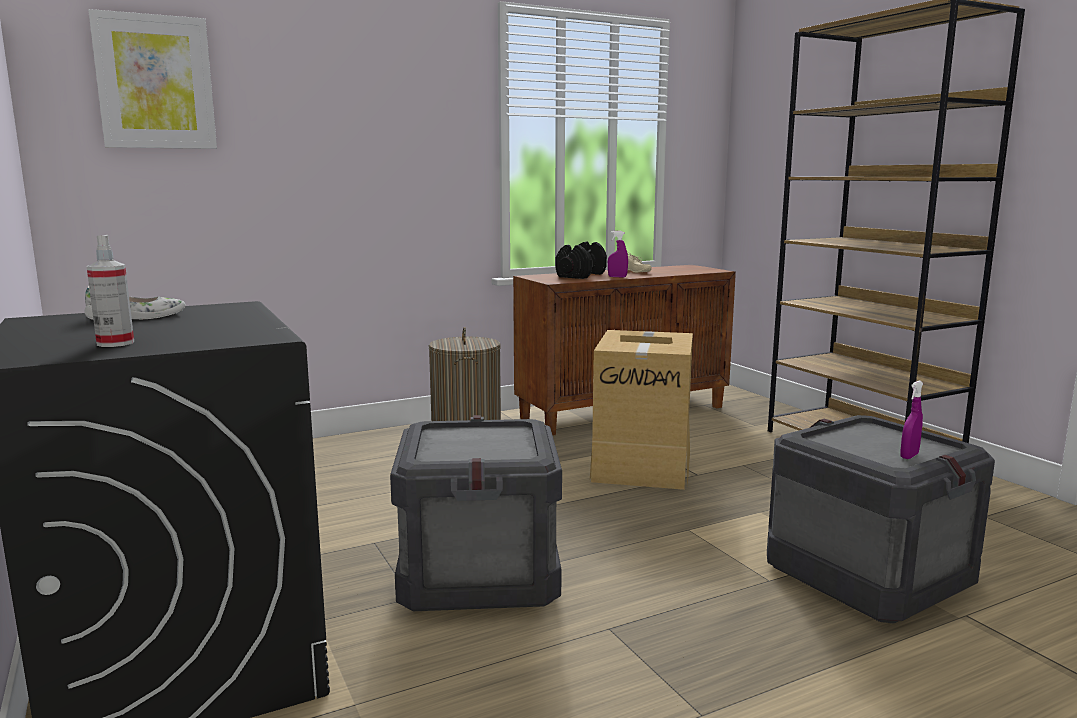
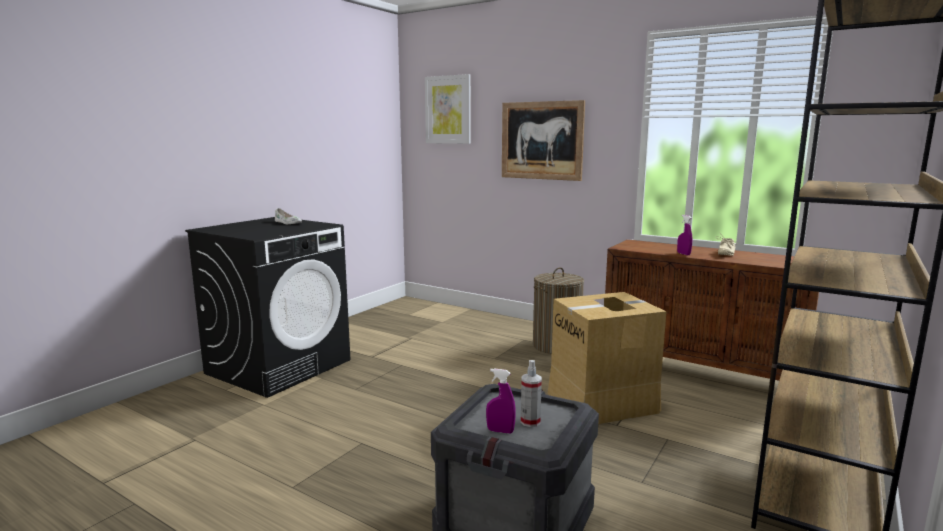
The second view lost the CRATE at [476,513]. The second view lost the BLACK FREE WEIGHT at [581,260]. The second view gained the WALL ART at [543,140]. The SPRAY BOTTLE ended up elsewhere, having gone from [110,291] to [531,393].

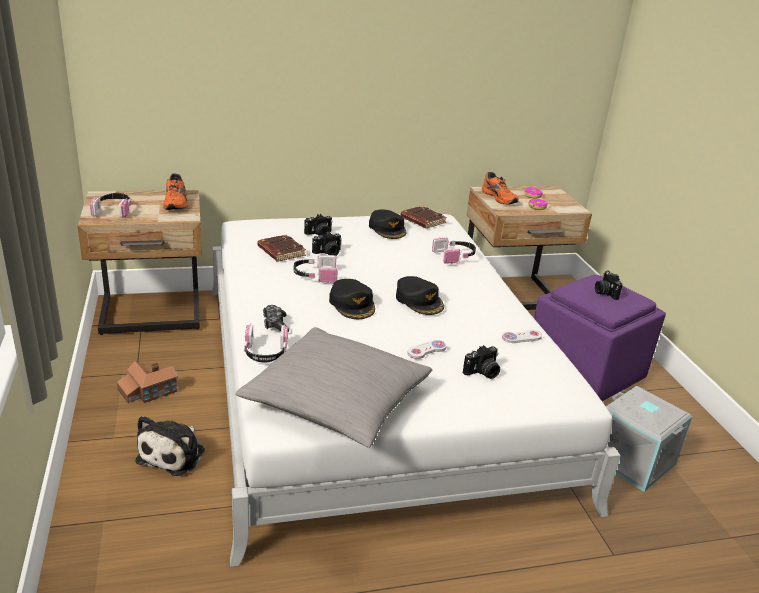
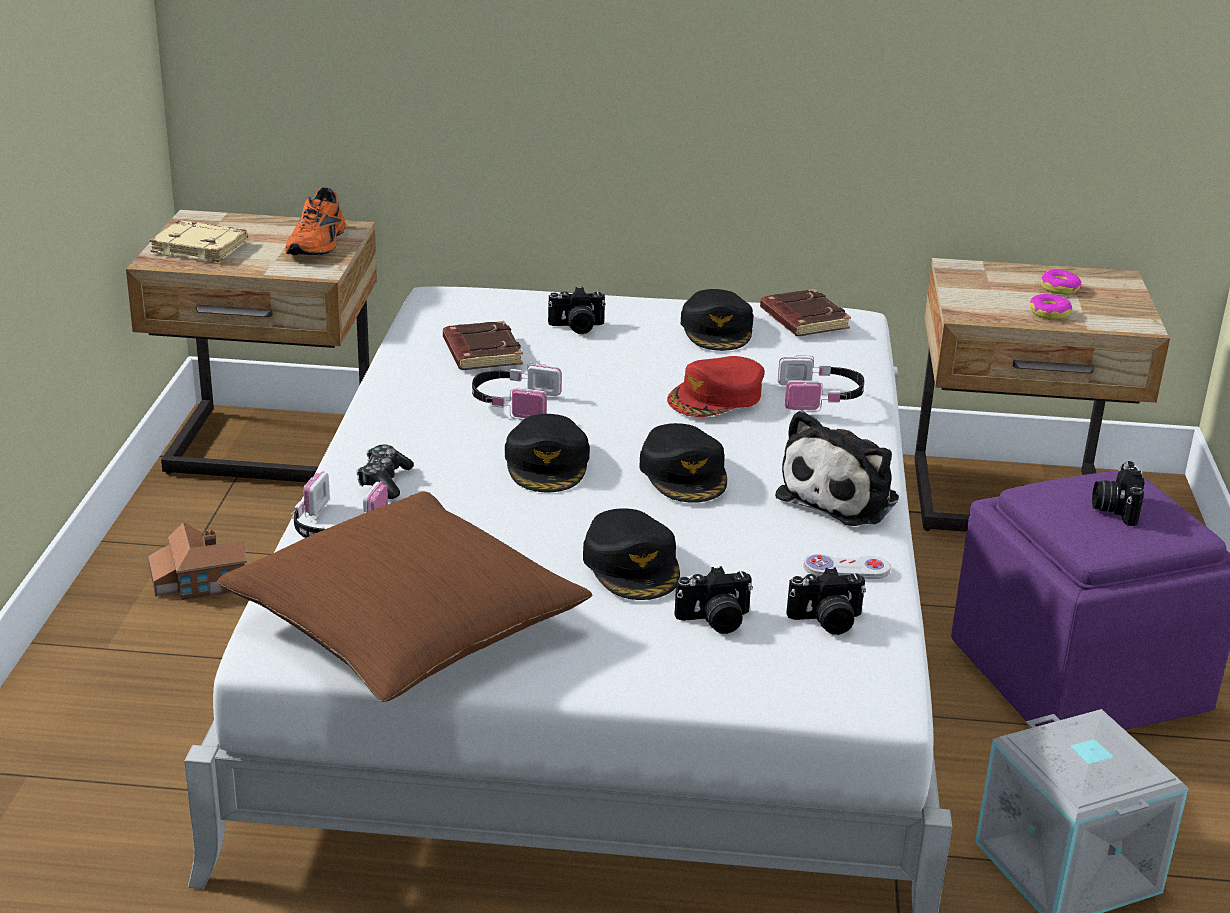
The second view lost the ORANGE LOW SHOE at [500,188]. The second view gained the REDDISH CAP at [716,386]. The PLUSH TOY ended up elsewhere, having gone from [170,446] to [837,468]. The STILL CAMERA ended up elsewhere, having gone from [327,244] to [826,601]. Where the HEADSET stood at [111,205], the SAND-COLOURED VOLUME came to stand at [199,241]. Where the WHITE GAMEPAD stood at [427,349], the BLACK CAP came to stand at [631,554]. What was the GREYISH CUSHION at [333,387] turned into the BROWNISH CUSHION at [405,596].

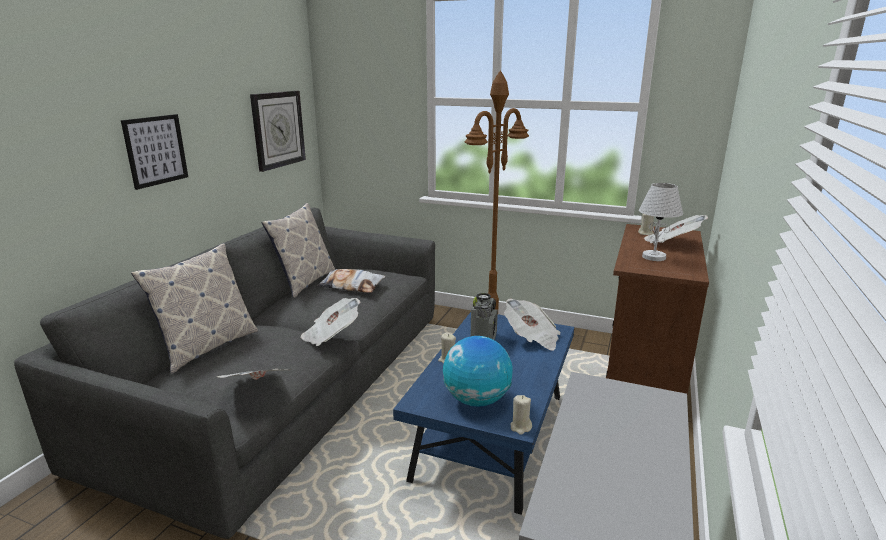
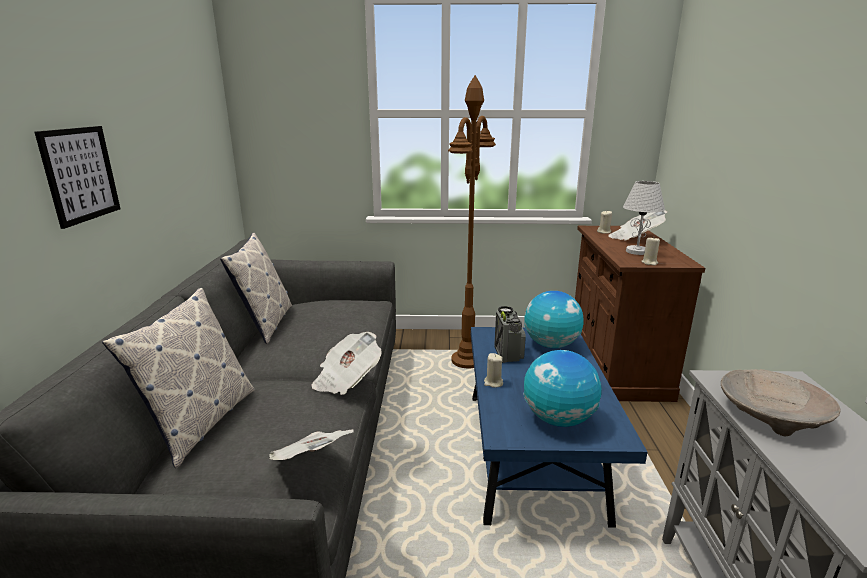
The second view lost the HANGING CLOCK at [278,131]. The second view lost the CUSHION at [351,281]. The second view gained the SAND-COLOURED SERVING BOWL at [781,402]. The SAND-COLOURED WAX LIGHT ended up elsewhere, having gone from [521,415] to [650,252]. Where the NEWSPAPER stood at [532,324], the DESK GLOBE came to stand at [553,320].

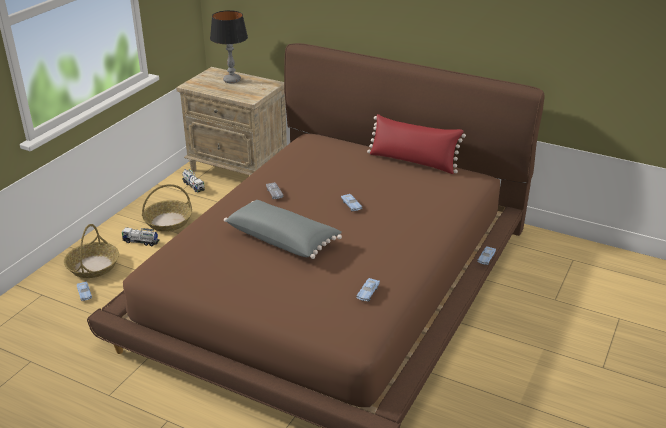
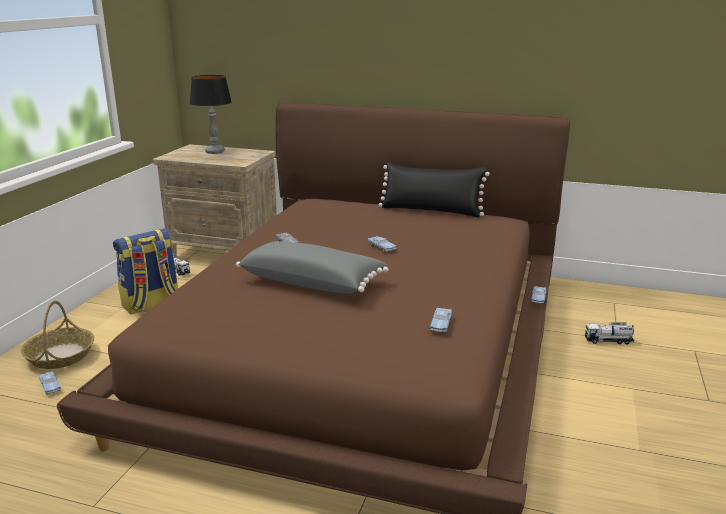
The TOY LORRY ended up elsewhere, having gone from [140,236] to [609,333]. Where the HOUSEHOLD BASKET stood at [167,208], the KNAPSACK came to stand at [145,271]. What was the REDDISH CUSHION at [416,144] turned into the BLACK CUSHION at [434,189].

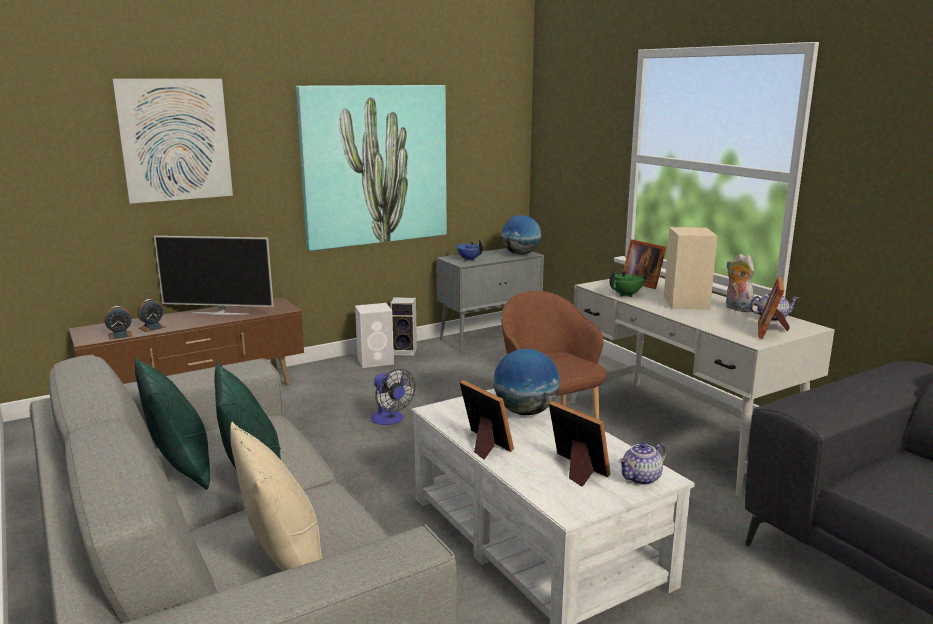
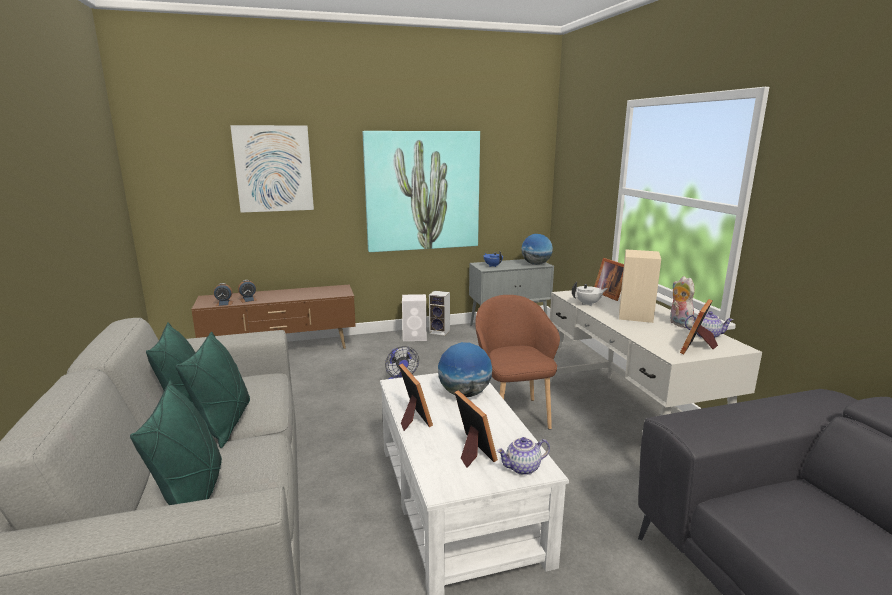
The second view lost the TELEVISION at [214,275]. What was the SAND-COLOURED CUSHION at [276,496] turned into the GREEN-COLOURED CUSHION at [176,442]. What was the GREEN-COLOURED TEA POT at [627,283] turned into the WHITE TEA POT at [589,294].

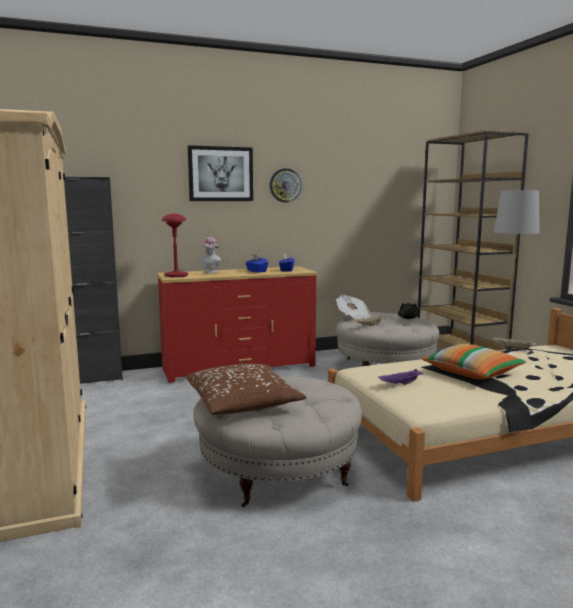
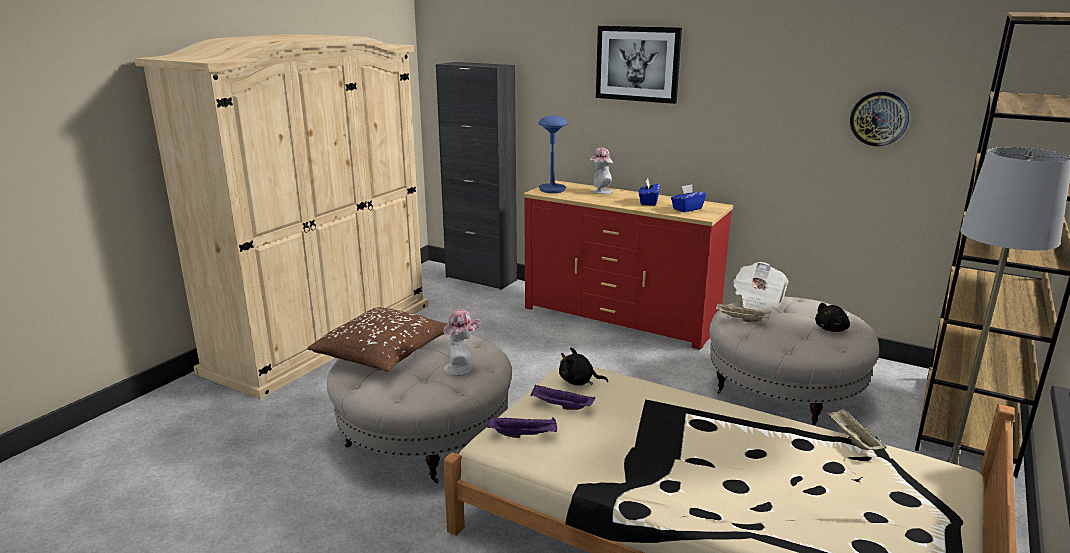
The second view lost the CUSHION at [474,362]. The second view gained the HAT at [461,342]. The second view gained the PURPLISH CARRYING TRAY at [522,427]. The second view gained the BLACK PLUSH TOY at [583,366]. The HANGING CLOCK ended up elsewhere, having gone from [285,185] to [880,119]. What was the REDDISH TABLE LAMP at [175,245] turned into the BLUE-COLOURED TABLE LAMP at [553,154].

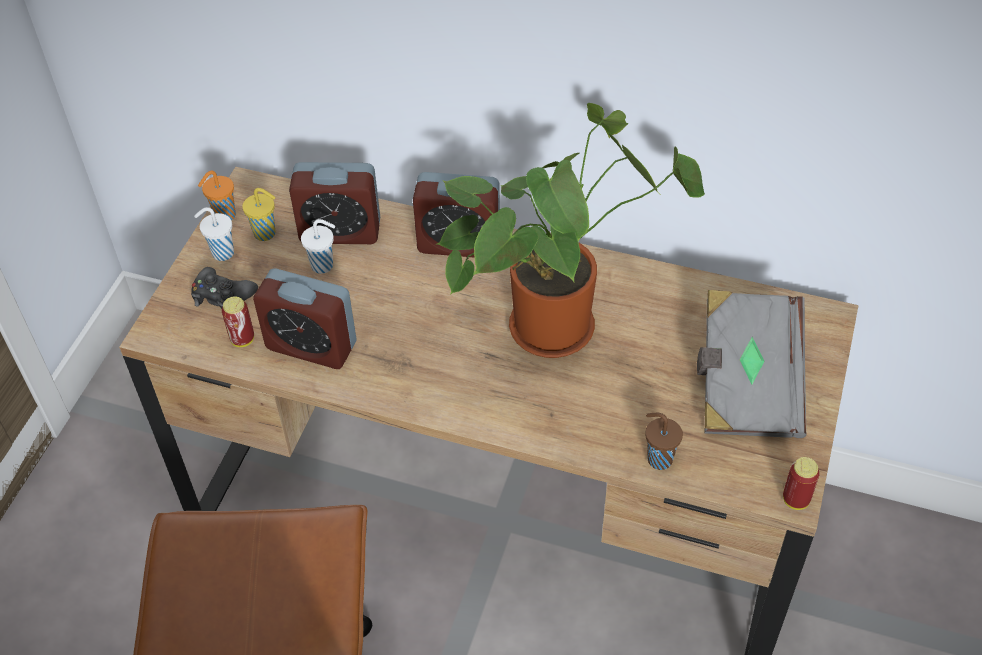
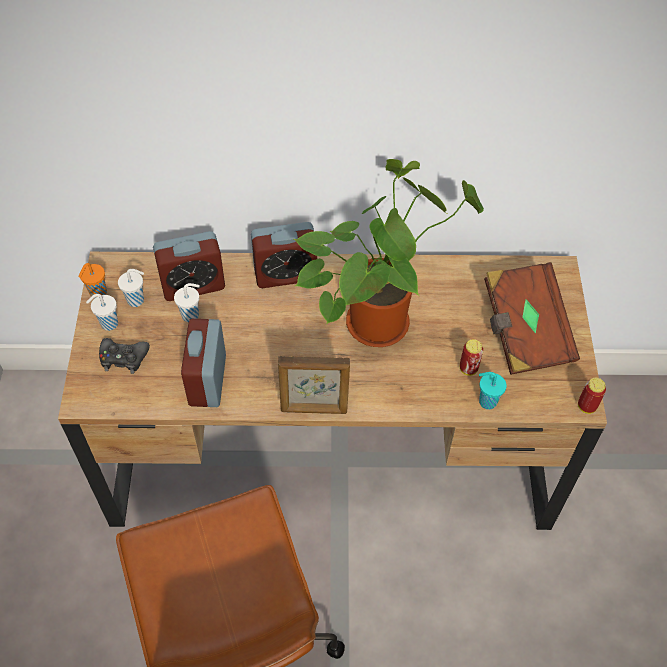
The second view gained the STANDING FRAME at [314,385]. The CAN ended up elsewhere, having gone from [238,322] to [471,357]. What was the YELLOW SMALL CUP at [259,214] turned into the WHITE SMALL CUP at [131,288]. What was the BROWNISH SMALL CUP at [664,441] turned into the TURQUOISE-COLOURED SMALL CUP at [493,390]. What was the GREYISH VOLUME at [751,364] turned into the BROWNISH VOLUME at [532,318]. The ALARM CLOCK at [304,318] ended up facing another way, 90 degrees clockwise from before.

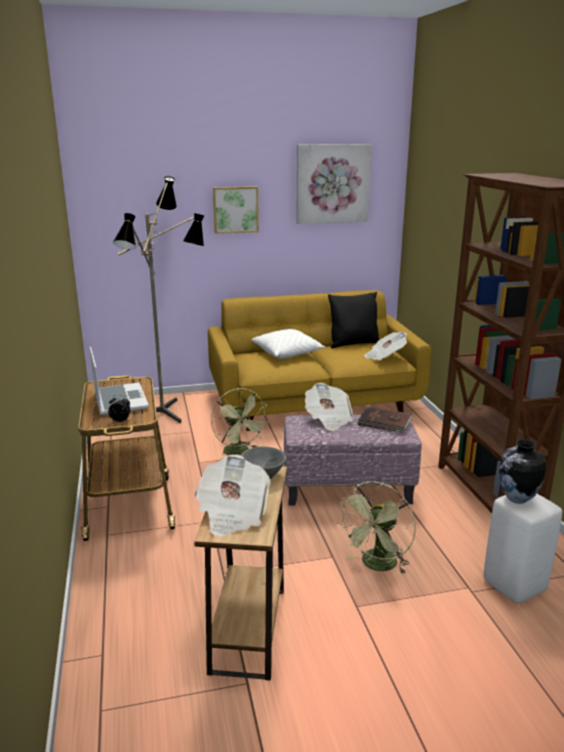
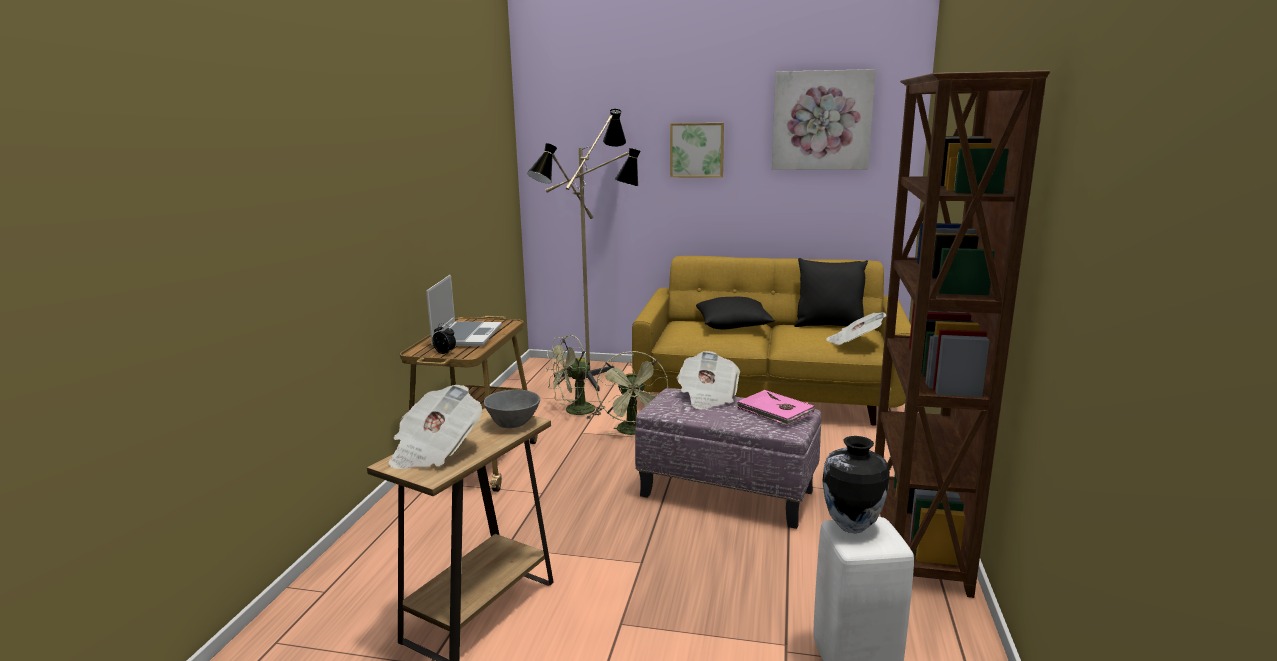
The GREEN-COLOURED FAN ended up elsewhere, having gone from [376,527] to [575,377]. What was the WHITE CUSHION at [288,344] turned into the BLACK CUSHION at [735,313]. What was the BROWNISH VOLUME at [384,420] turned into the PINK-COLOURED VOLUME at [775,408].

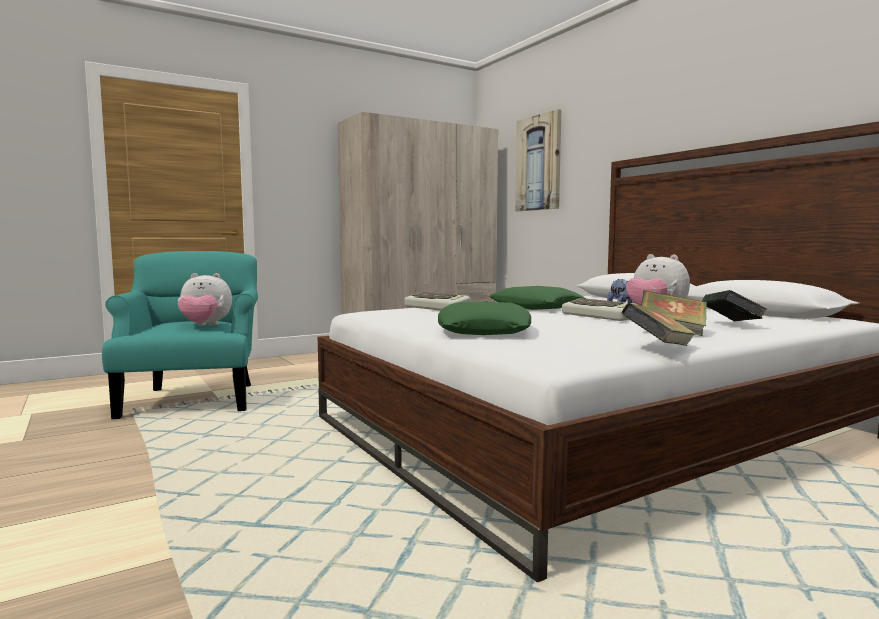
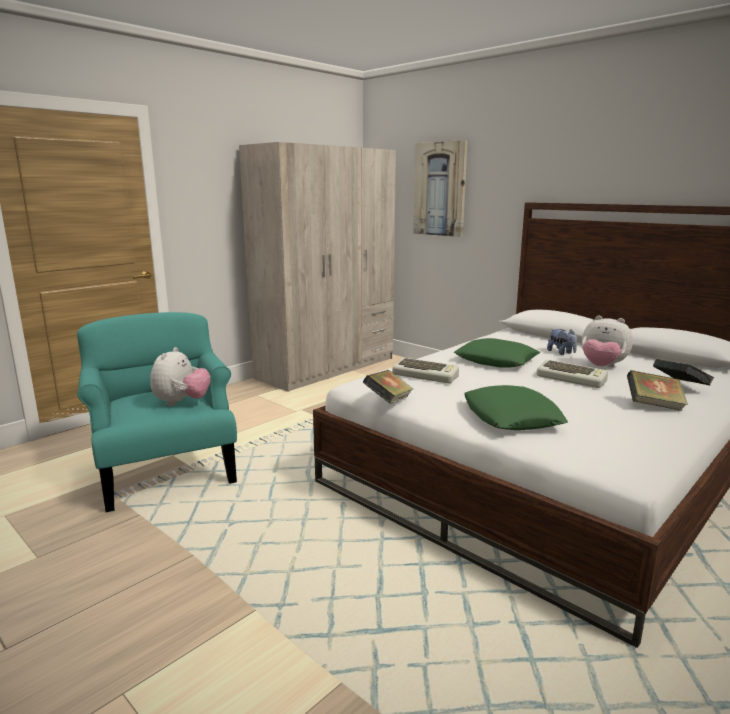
The VOLUME ended up elsewhere, having gone from [658,324] to [388,387]. The PLUSH TOY at [205,299] ended up facing another way, 60 degrees counterclockwise from before.

